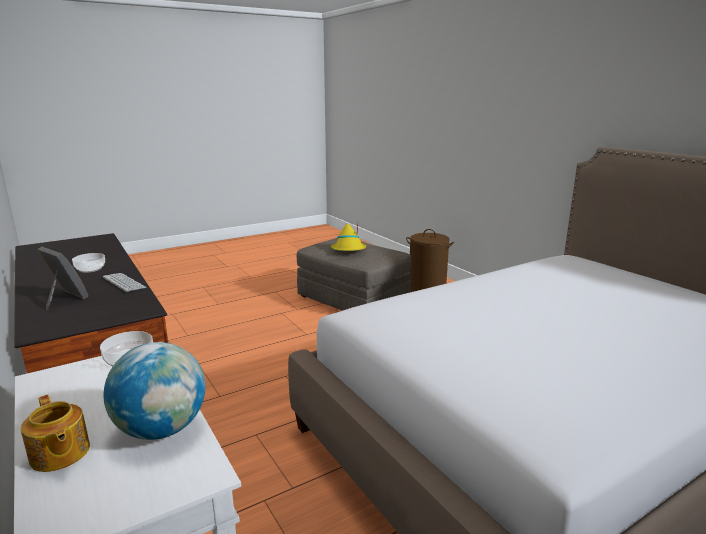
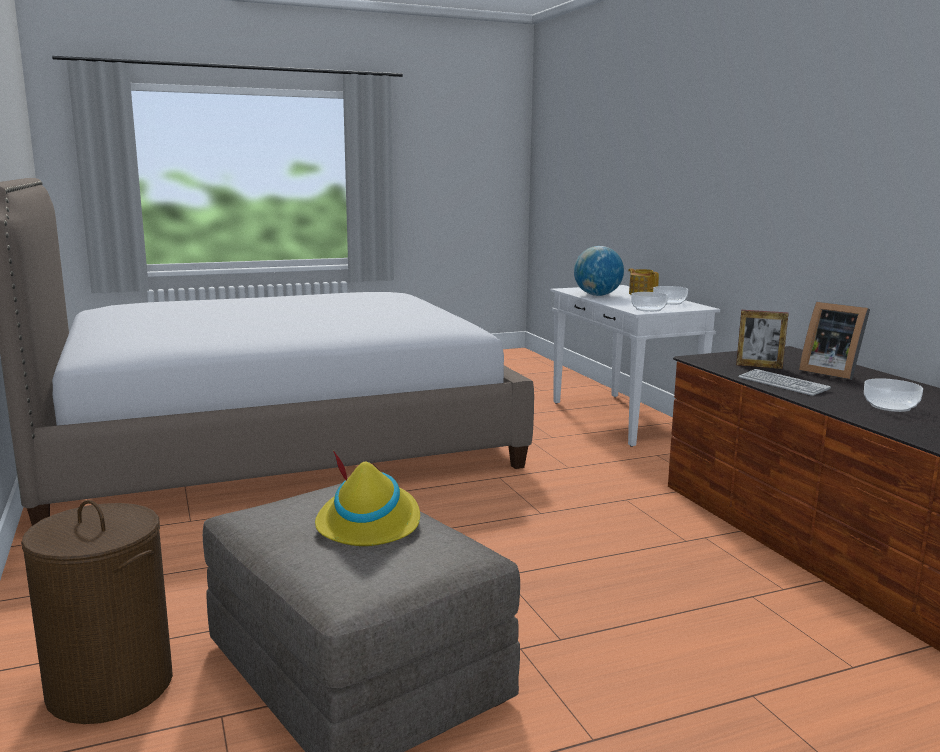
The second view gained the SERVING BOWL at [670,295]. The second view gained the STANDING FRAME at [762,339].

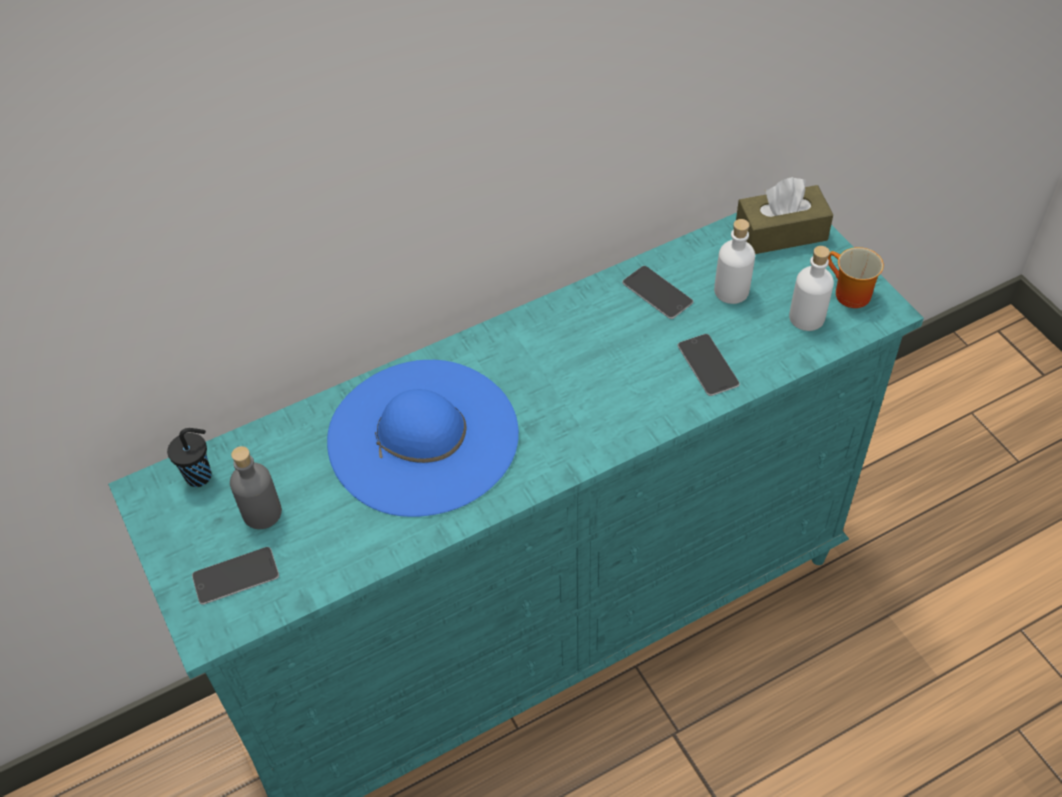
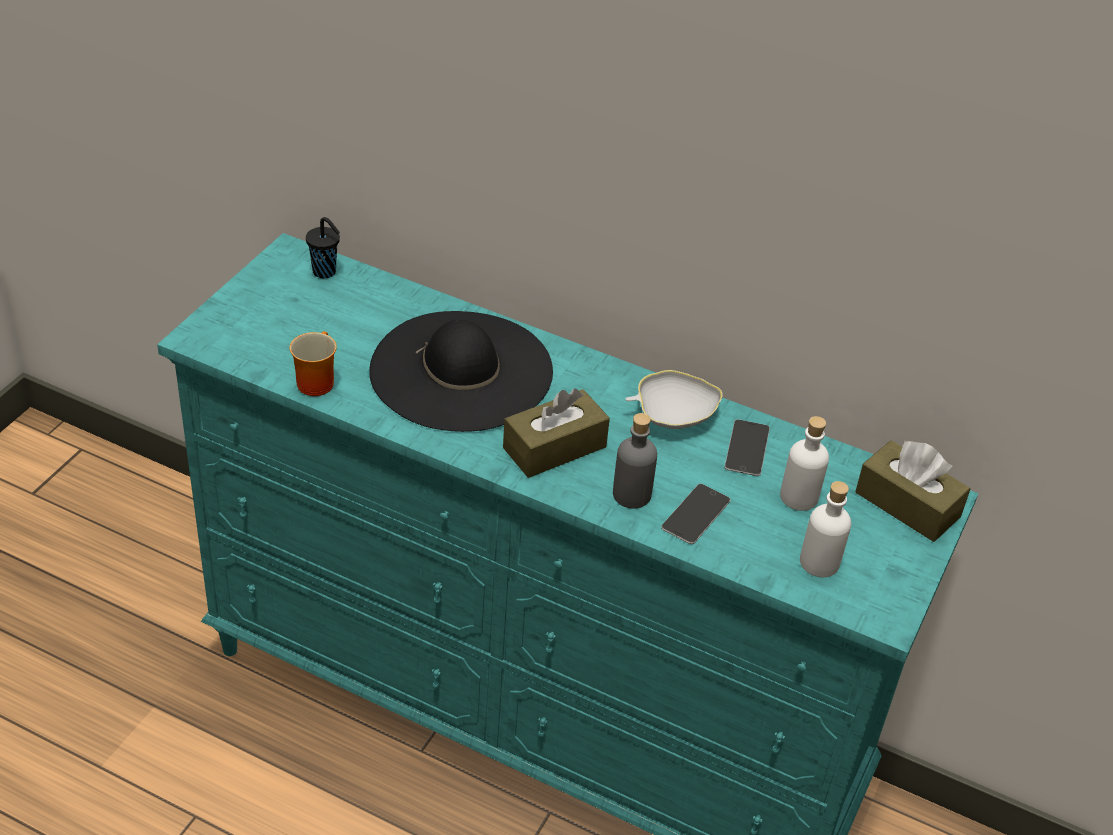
The second view lost the PHONE at [235,576]. The second view gained the BROWNISH TISSUE HOLDER at [556,433]. The second view gained the WHITE SERVING BOWL at [674,399]. The GREYISH BEVERAGE BOTTLE ended up elsewhere, having gone from [256,487] to [635,460]. The COFFEE MUG ended up elsewhere, having gone from [856,277] to [313,363]. What was the BLUE-COLOURED HAT at [423,438] turned into the BLACK HAT at [461,371].

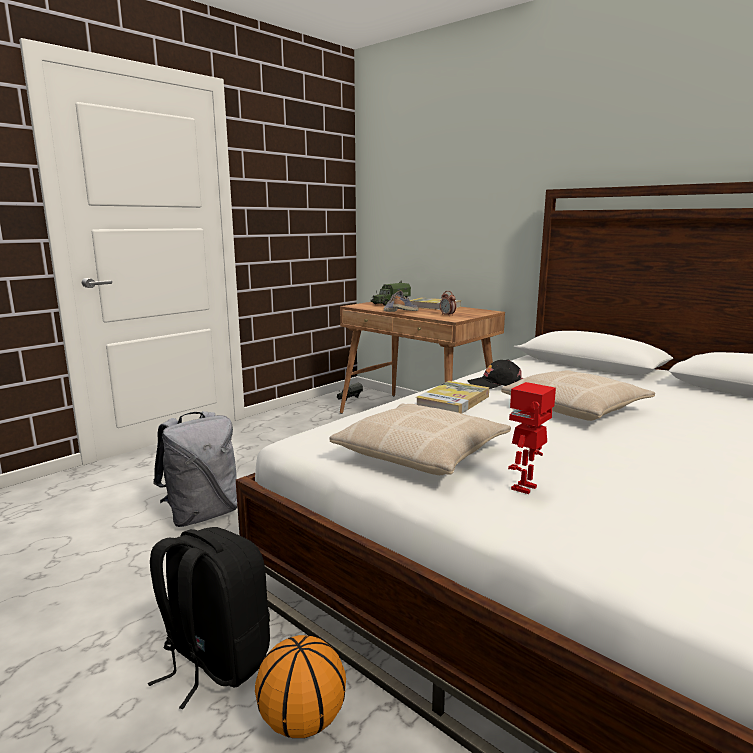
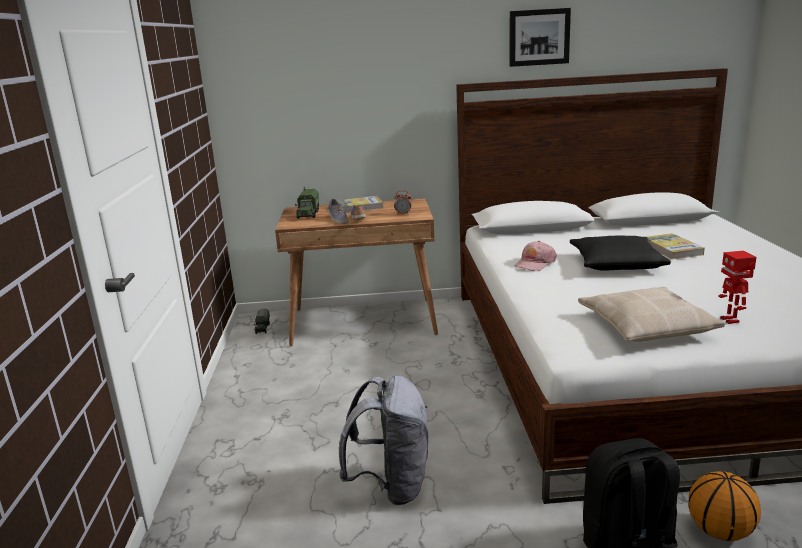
The second view gained the WALL ART at [540,37]. The VOLUME ended up elsewhere, having gone from [452,397] to [676,246]. What was the BLACK CAP at [495,374] turned into the PINK-COLOURED CAP at [535,256]. What was the SAND-COLOURED CUSHION at [578,395] turned into the BLACK CUSHION at [620,253].

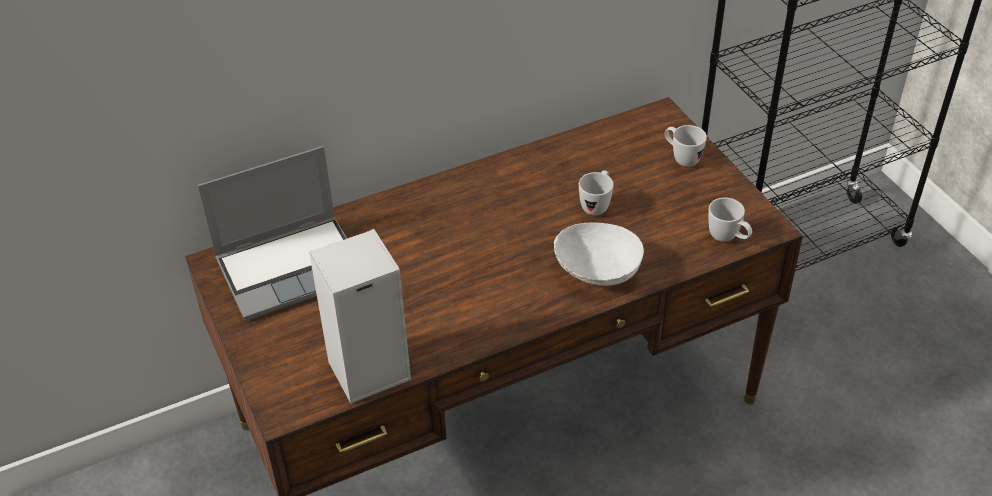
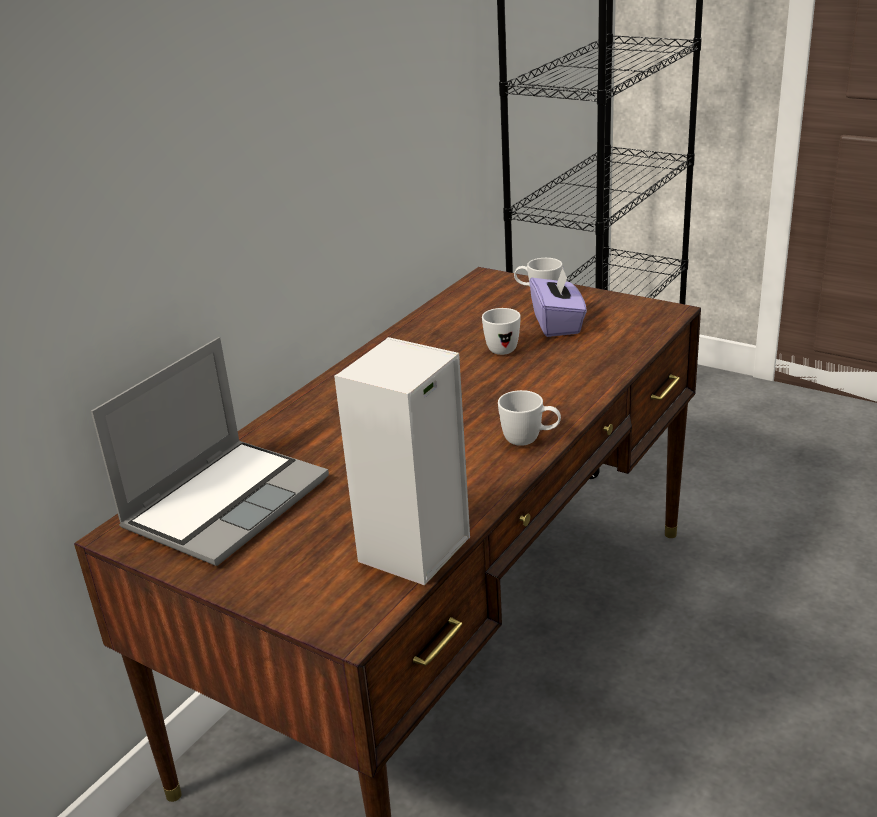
The second view lost the WHITE SERVING BOWL at [599,254]. The second view gained the PURPLISH TISSUE HOLDER at [558,302]. The WHITE COFFEE MUG ended up elsewhere, having gone from [730,220] to [529,418].

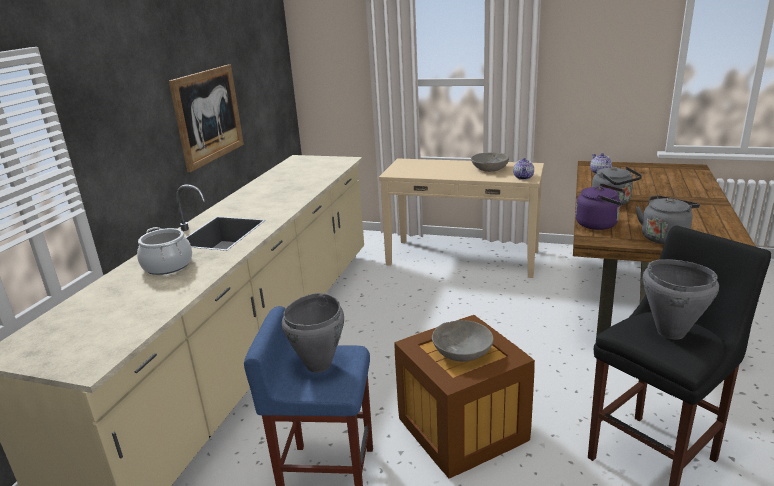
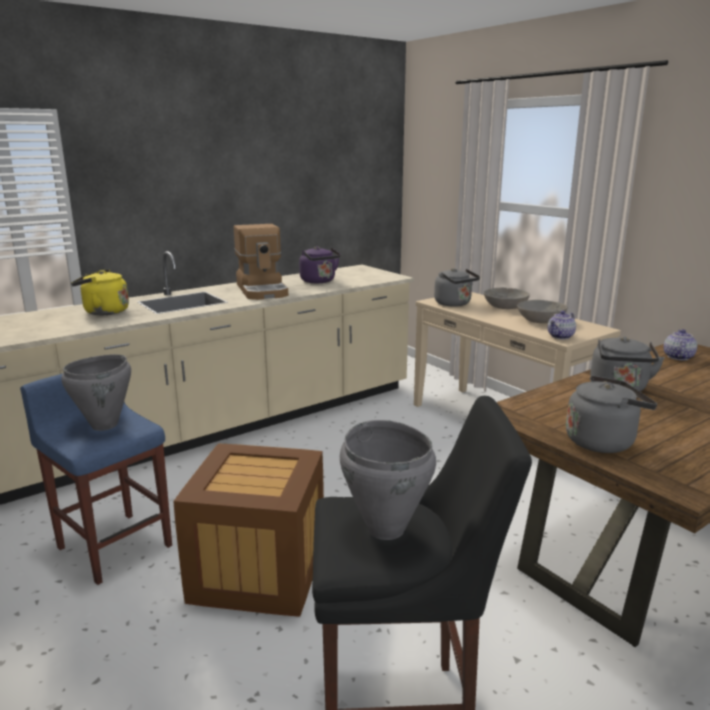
The second view lost the WALL ART at [206,118]. The second view gained the COFFEE BREWER at [260,262]. The second view gained the GREYISH WATER KETTLE at [457,287]. The GREYISH SERVING BOWL ended up elsewhere, having gone from [463,340] to [507,298]. The PURPLISH WATER KETTLE ended up elsewhere, having gone from [600,206] to [320,264]. Where the SAUCEPOT stood at [164,251], the YELLOW WATER KETTLE came to stand at [100,292].

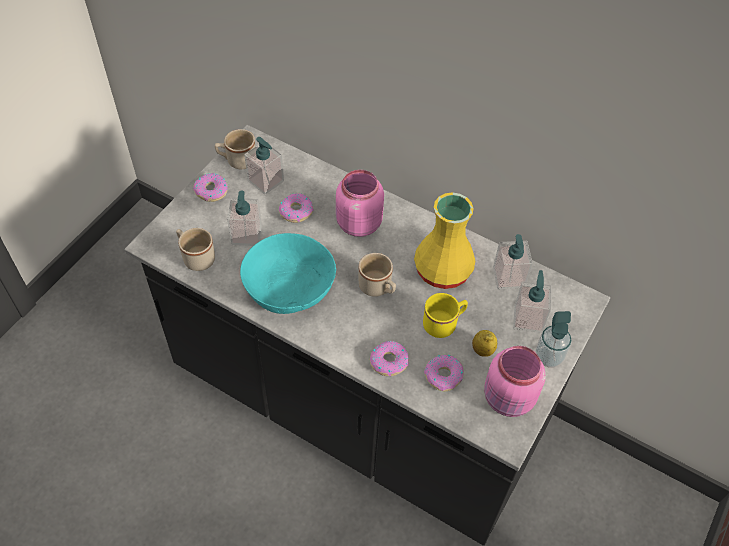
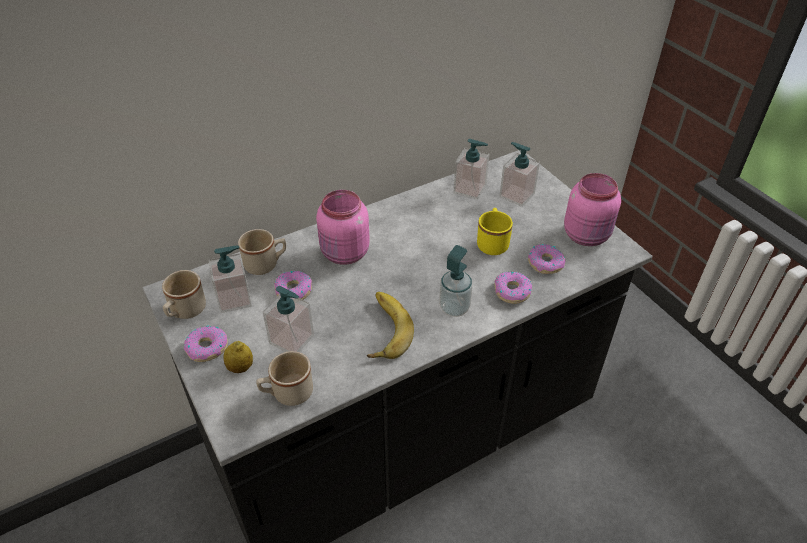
The second view lost the YELLOW VASE at [444,240]. The SAND-COLOURED COFFEE MUG ended up elsewhere, having gone from [377,275] to [262,252]. The WHOLE LEMON ended up elsewhere, having gone from [484,343] to [238,357]. The SOAP DISPENSER ended up elsewhere, having gone from [553,339] to [456,281]. Where the TURQUOISE-COLOURED SERVING BOWL stood at [288,273], the WHOLE BANANA came to stand at [390,325].

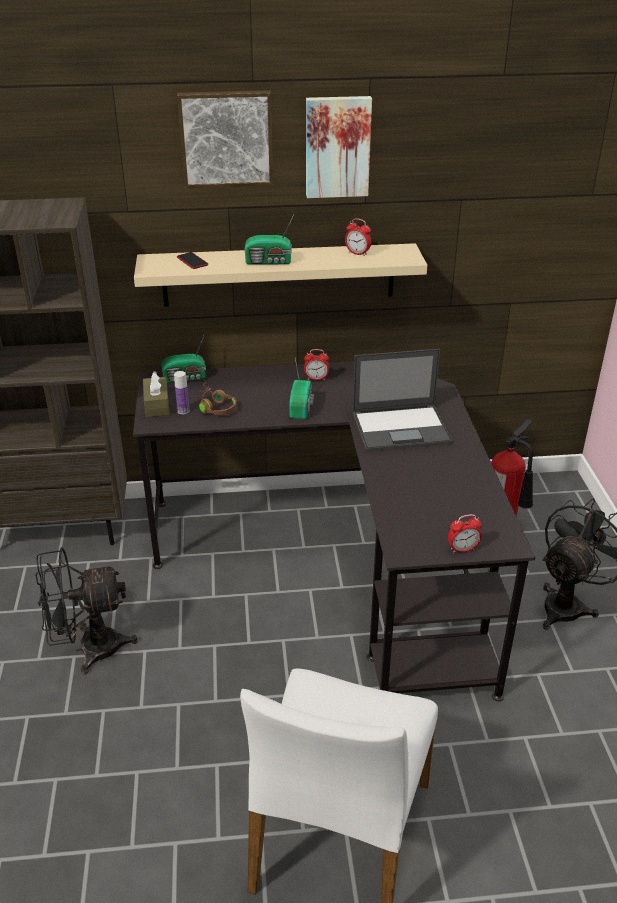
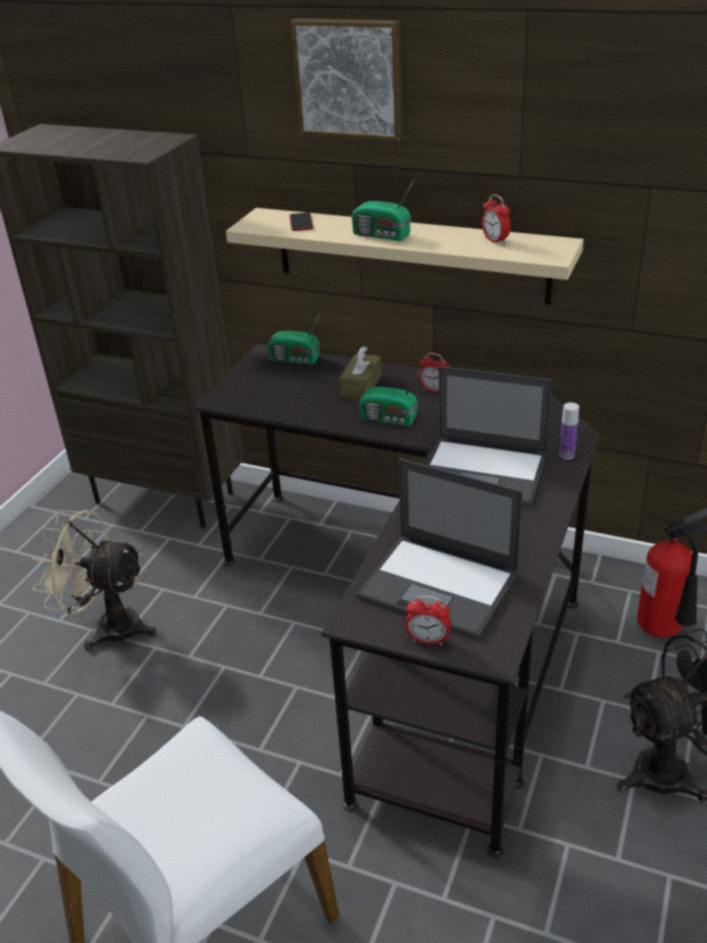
The second view lost the BROWNISH HEADSET at [218,398]. The second view lost the WALL ART at [339,147]. The second view gained the PORTABLE COMPUTER at [439,549]. The BROWNISH TISSUE HOLDER ended up elsewhere, having gone from [156,394] to [361,372]. The BEVERAGE BOTTLE ended up elsewhere, having gone from [181,392] to [569,430]. What was the BLACK FAN at [86,610] turned into the SAND-COLOURED FAN at [94,580]. The RADIO RECEIVER at [301,388] ended up facing another way, 75 degrees clockwise from before.

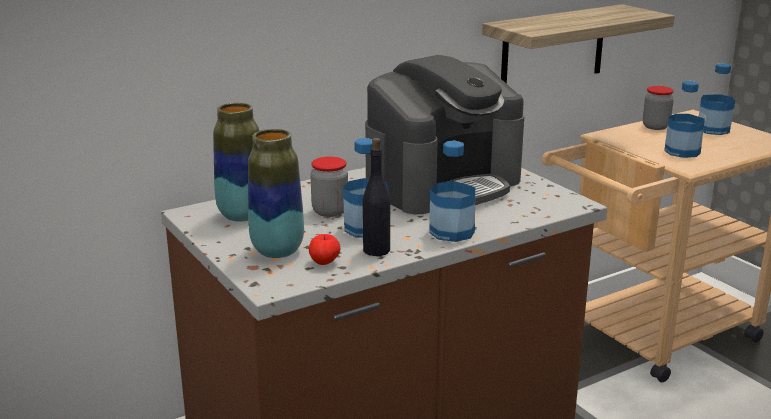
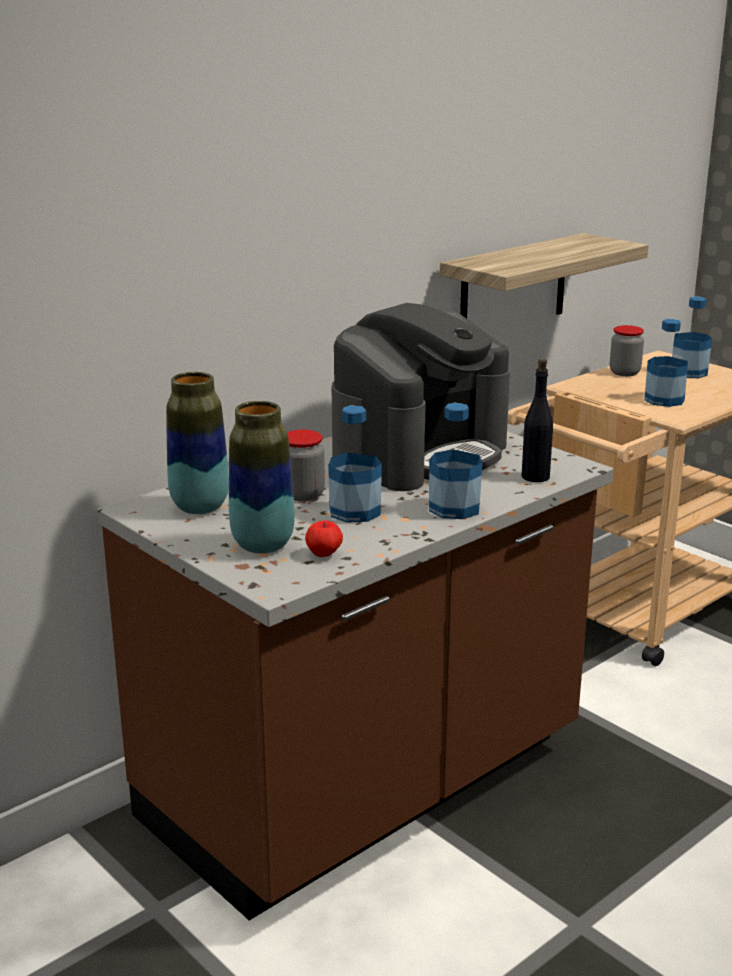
The BLACK BEVERAGE BOTTLE ended up elsewhere, having gone from [376,197] to [537,420].

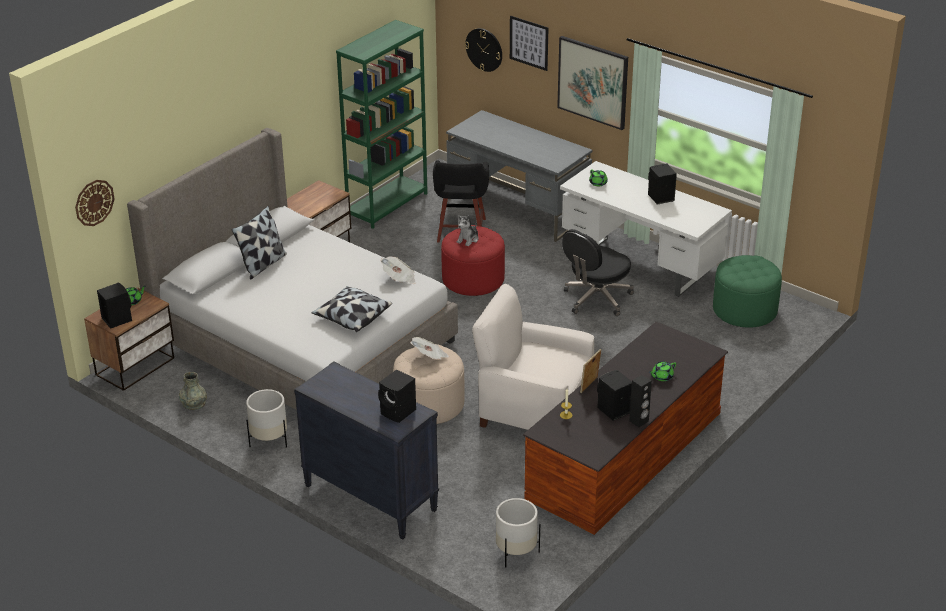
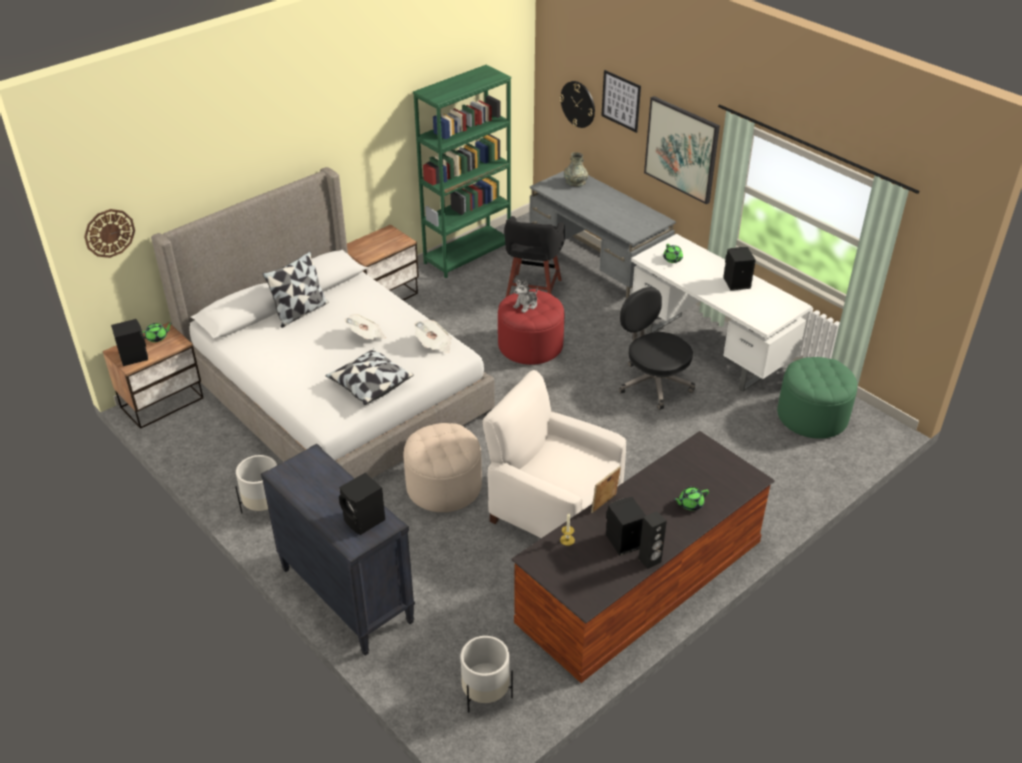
The GREYISH VASE ended up elsewhere, having gone from [193,391] to [576,169]. The NEWSPAPER ended up elsewhere, having gone from [430,348] to [365,327]. The BLACK COMPUTER CHAIR at [598,272] ended up facing another way, 90 degrees clockwise from before.

